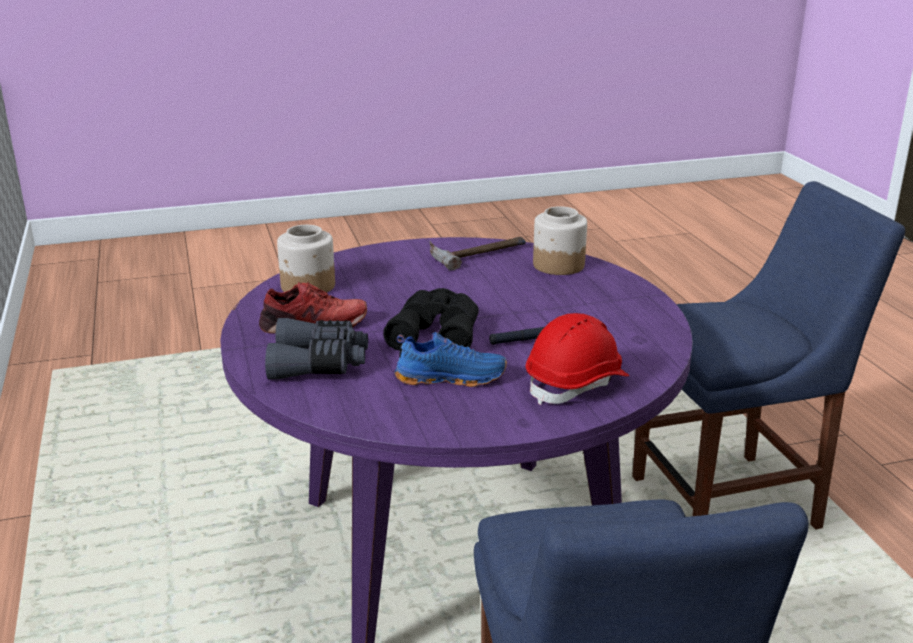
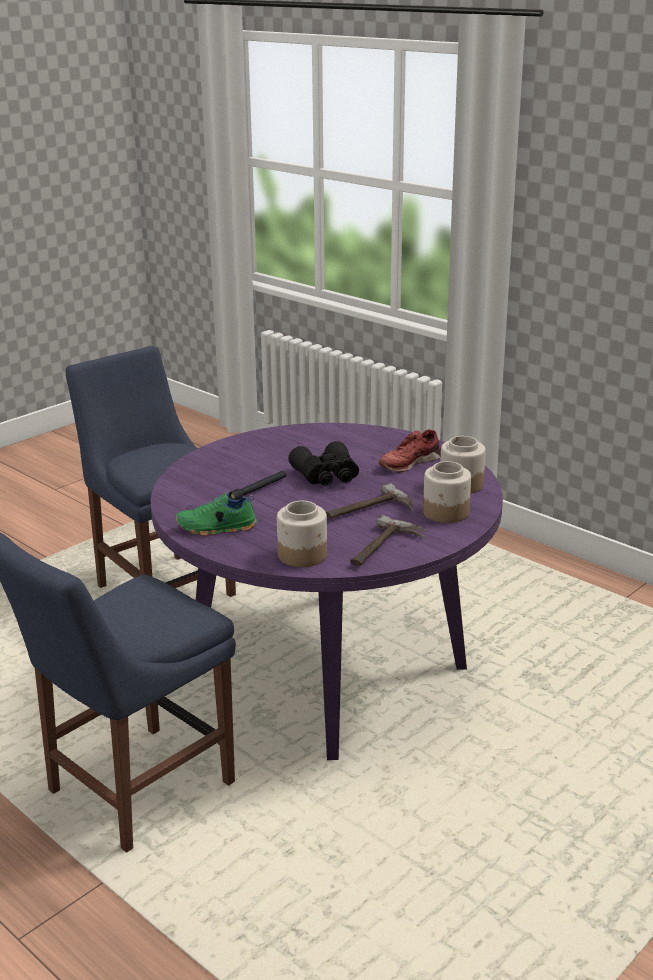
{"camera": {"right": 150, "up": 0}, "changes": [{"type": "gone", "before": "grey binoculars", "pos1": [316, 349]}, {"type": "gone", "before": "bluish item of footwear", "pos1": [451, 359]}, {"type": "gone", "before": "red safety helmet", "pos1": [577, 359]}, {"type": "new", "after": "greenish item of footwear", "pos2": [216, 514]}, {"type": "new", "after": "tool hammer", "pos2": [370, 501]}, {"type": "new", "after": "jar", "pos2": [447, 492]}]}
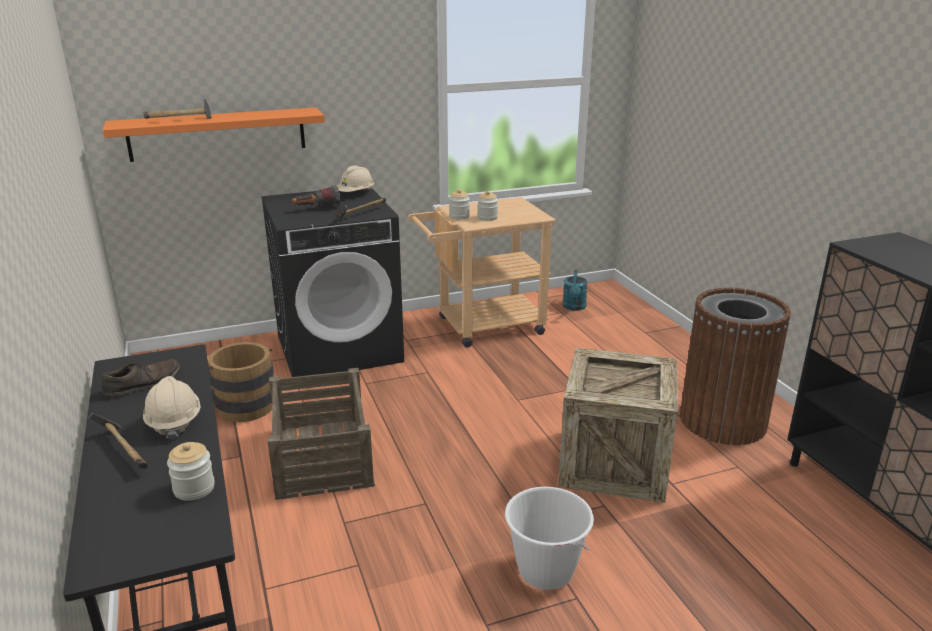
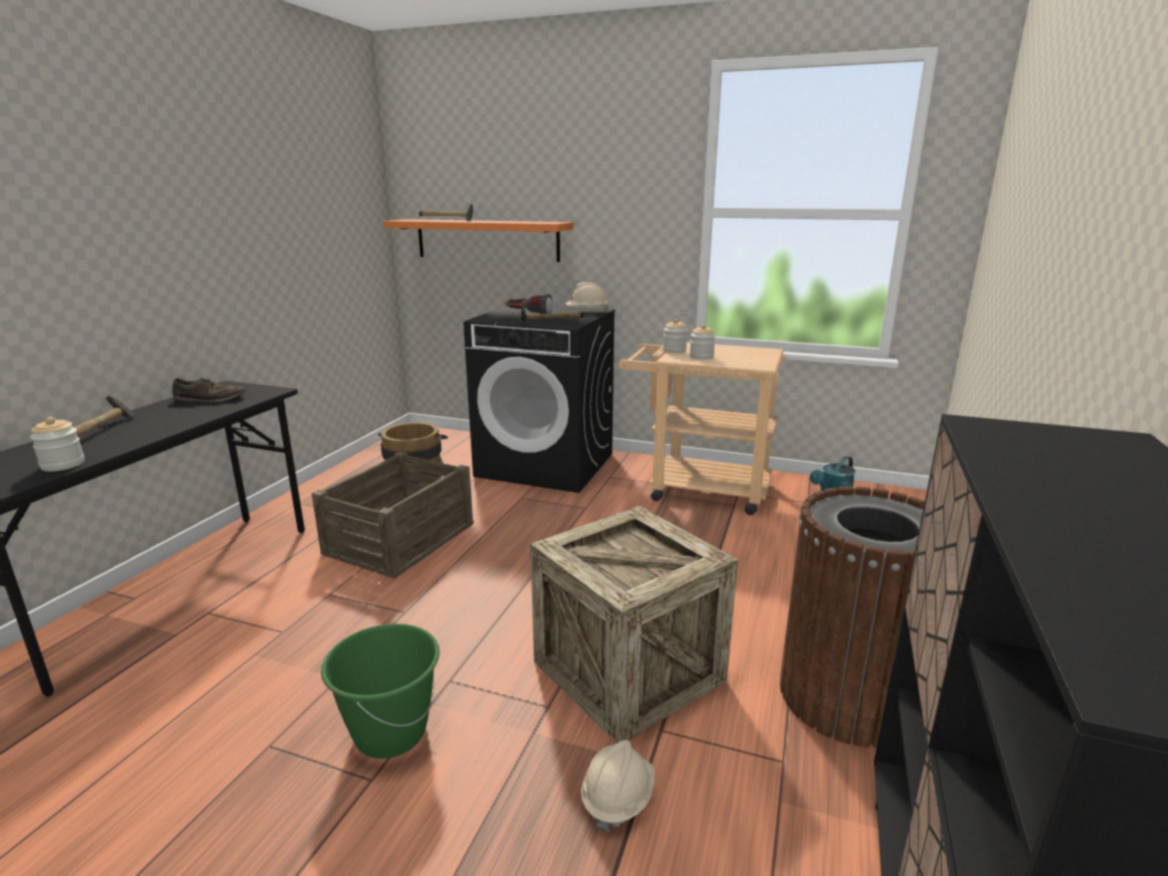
{"camera": {"right": 40, "up": -5}, "changes": [{"type": "shifted", "before": "sand-coloured safety helmet", "pos1": [172, 408], "pos2": [618, 786]}, {"type": "repainted", "before": "whitish water bucket", "after": "greenish water bucket", "pos1": [549, 538], "pos2": [380, 691]}]}
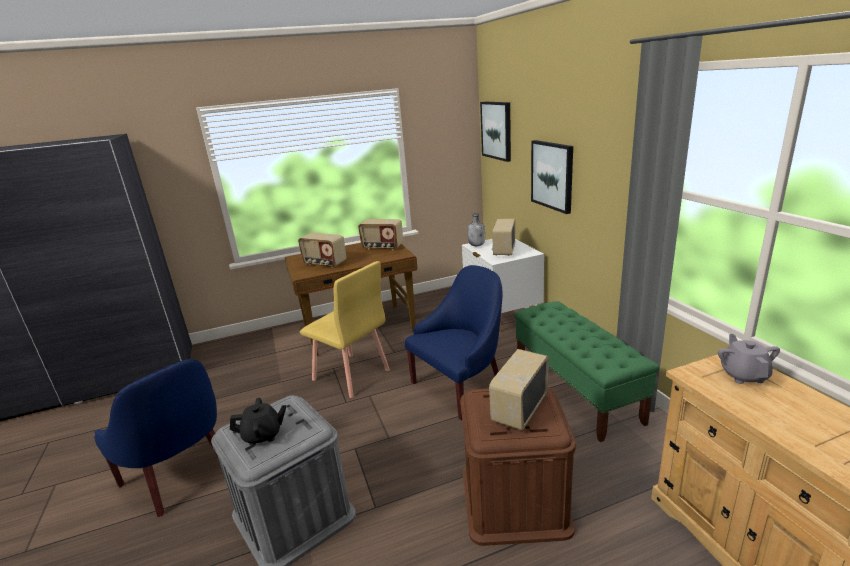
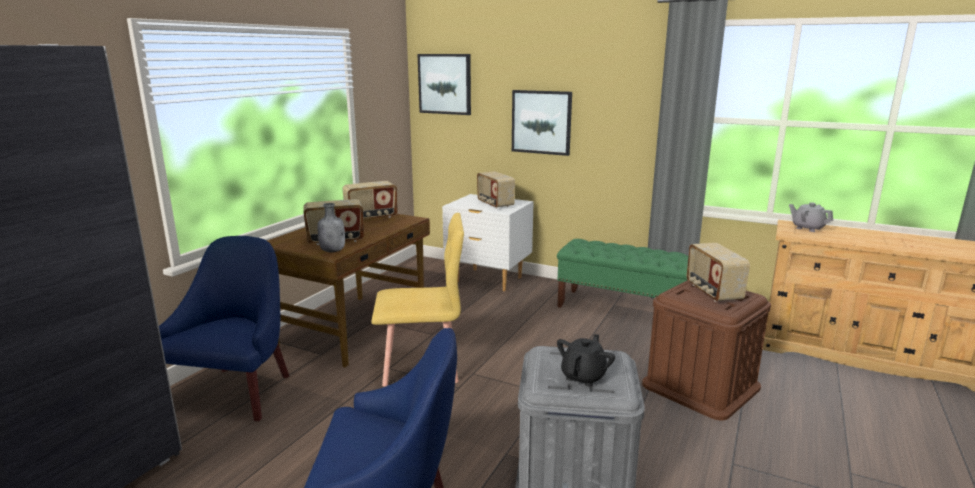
{"camera": {"right": -45, "up": -5}, "changes": [{"type": "shifted", "before": "bluish lounge chair", "pos1": [453, 342], "pos2": [224, 328]}, {"type": "shifted", "before": "grey drink bottle", "pos1": [476, 229], "pos2": [331, 227]}]}
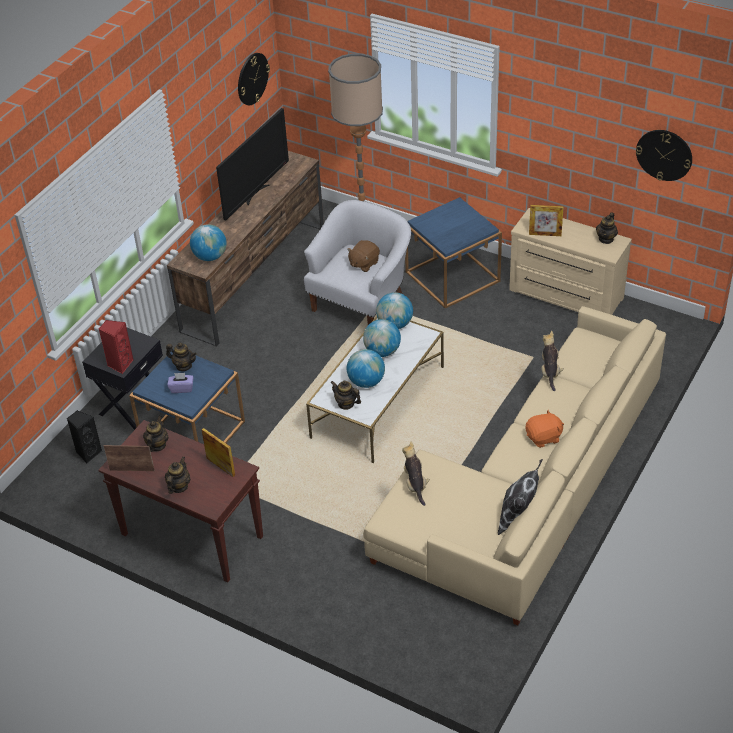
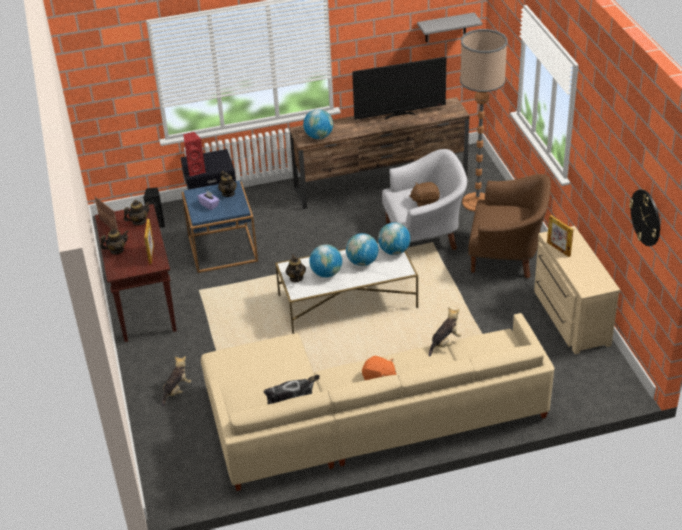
{"camera": {"right": 45, "up": -5}, "changes": [{"type": "gone", "before": "pot for tea", "pos1": [607, 228]}, {"type": "shifted", "before": "plush toy", "pos1": [416, 473], "pos2": [177, 381]}, {"type": "swapped", "before": "hanging clock", "after": "grey shelf", "pos1": [254, 79], "pos2": [450, 27]}, {"type": "swapped", "before": "bluish accent table", "after": "brownish lounge chair", "pos1": [453, 252], "pos2": [509, 226]}]}
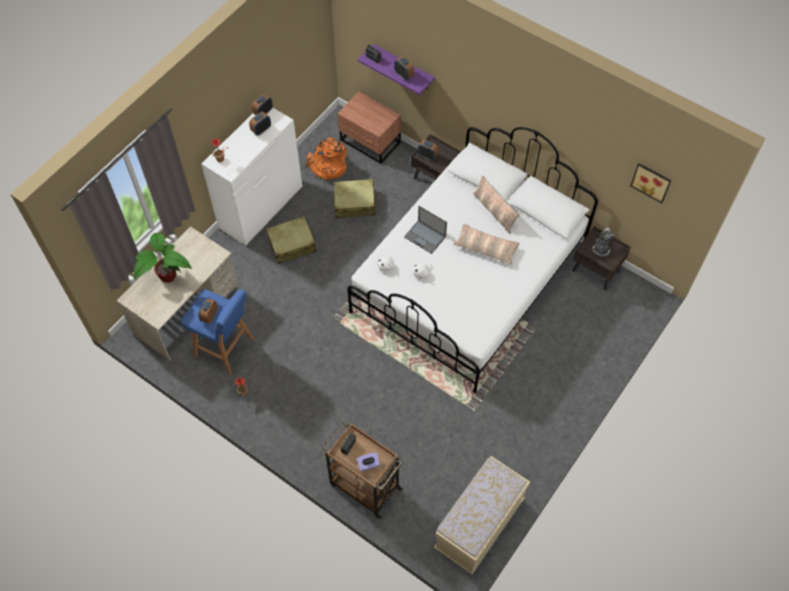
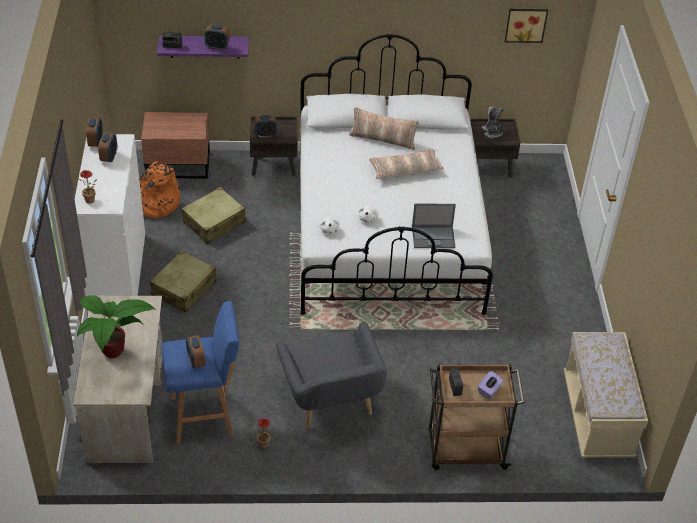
{"camera": {"right": -40, "up": -15}, "changes": [{"type": "new", "after": "grey lounge chair", "pos2": [331, 376]}, {"type": "shifted", "before": "laptop", "pos1": [425, 230], "pos2": [434, 225]}]}
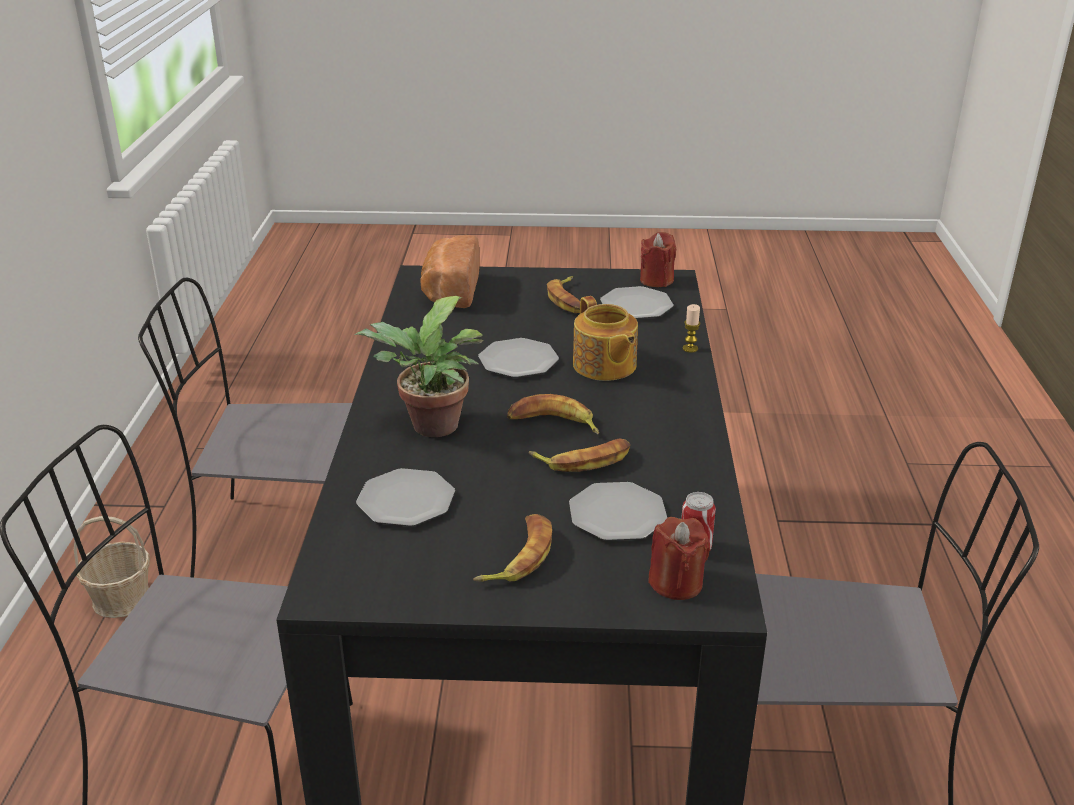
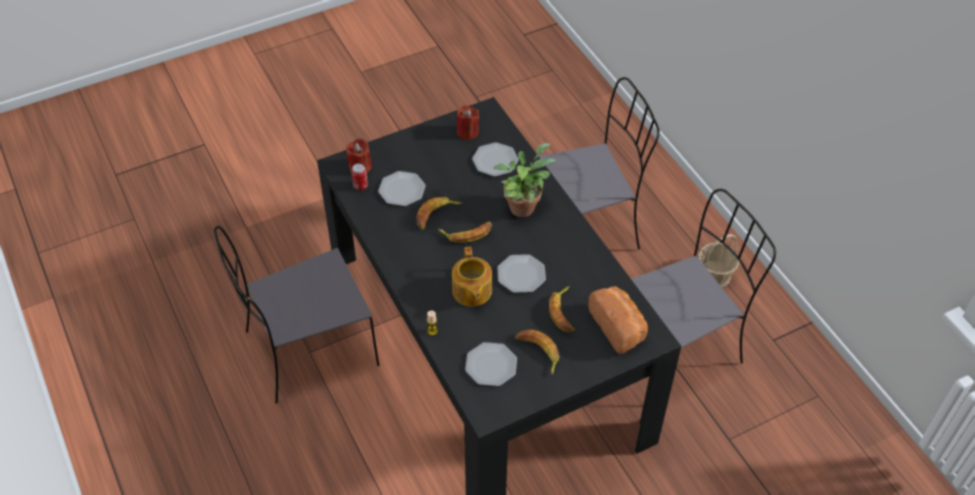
{"camera": {"right": 150, "up": 20}, "changes": [{"type": "shifted", "before": "banana", "pos1": [512, 548], "pos2": [562, 309]}, {"type": "shifted", "before": "red wax candle", "pos1": [658, 259], "pos2": [467, 122]}, {"type": "rotated", "before": "pot for tea", "pos1": [605, 338], "pos2": [472, 277], "turn": -135}]}
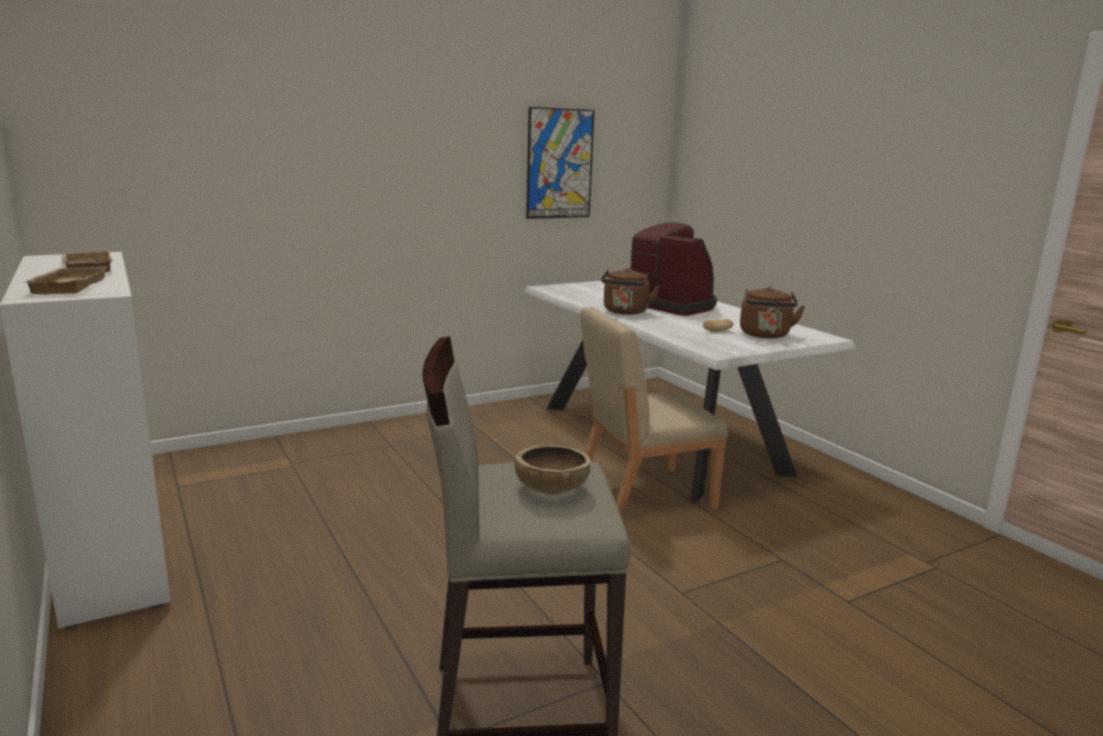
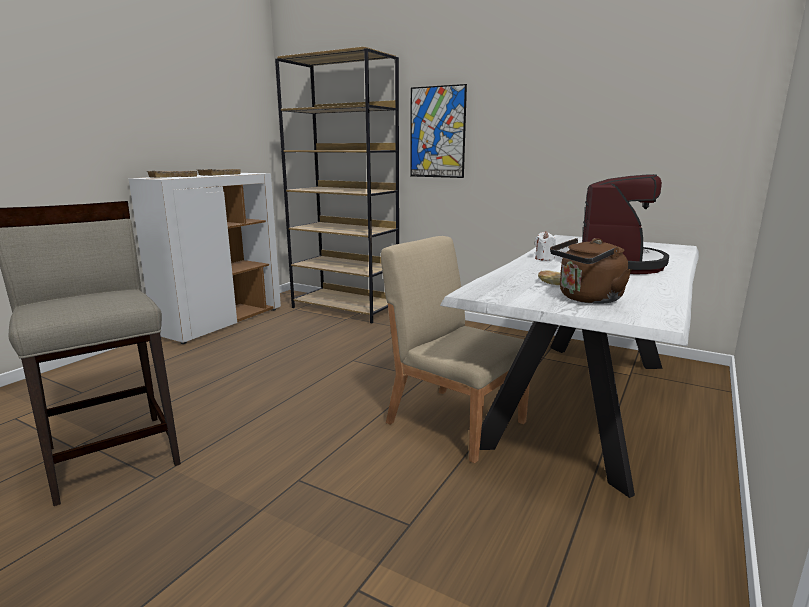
{"camera": {"right": 60, "up": 0}, "changes": [{"type": "gone", "before": "brownish deep dish", "pos1": [552, 470]}, {"type": "new", "after": "brownish bookshelf", "pos2": [337, 185]}, {"type": "shifted", "before": "picture", "pos1": [560, 163], "pos2": [438, 131]}, {"type": "swapped", "before": "brownish kettle", "after": "whitish wax candle", "pos1": [630, 291], "pos2": [545, 246]}]}
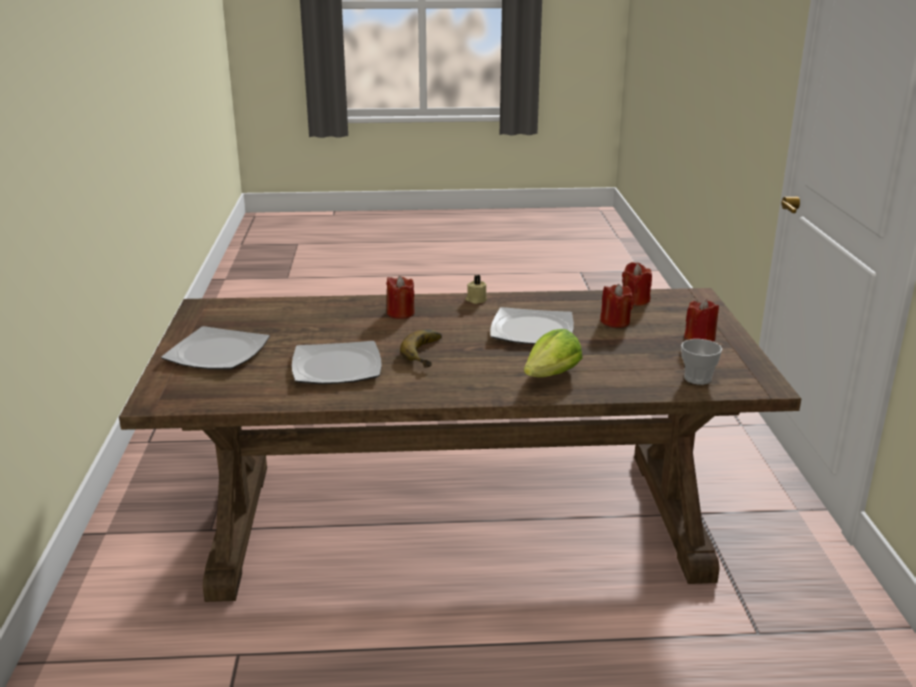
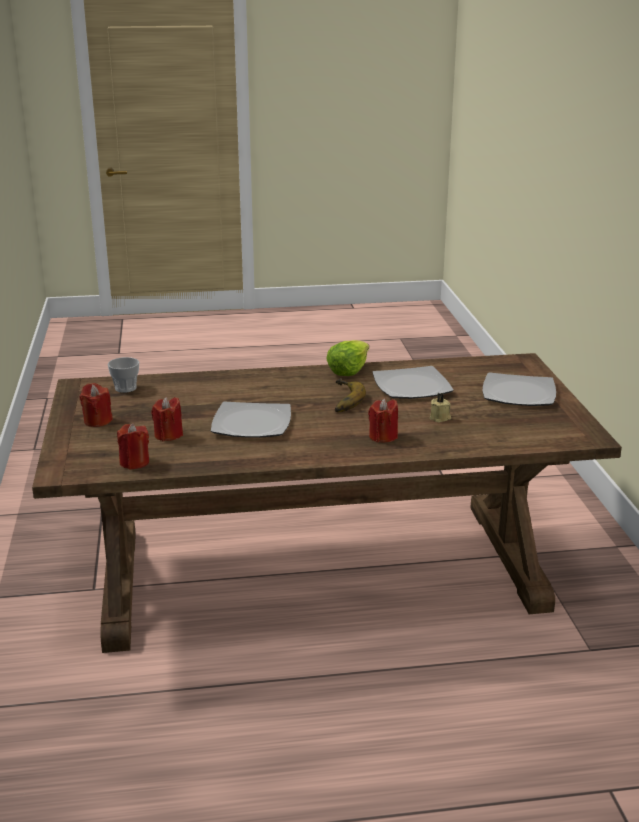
{"camera": {"right": 175, "up": 0}, "changes": [{"type": "shifted", "before": "sand-coloured wax candle", "pos1": [476, 289], "pos2": [440, 408]}, {"type": "shifted", "before": "lettuce head", "pos1": [553, 353], "pos2": [348, 358]}]}
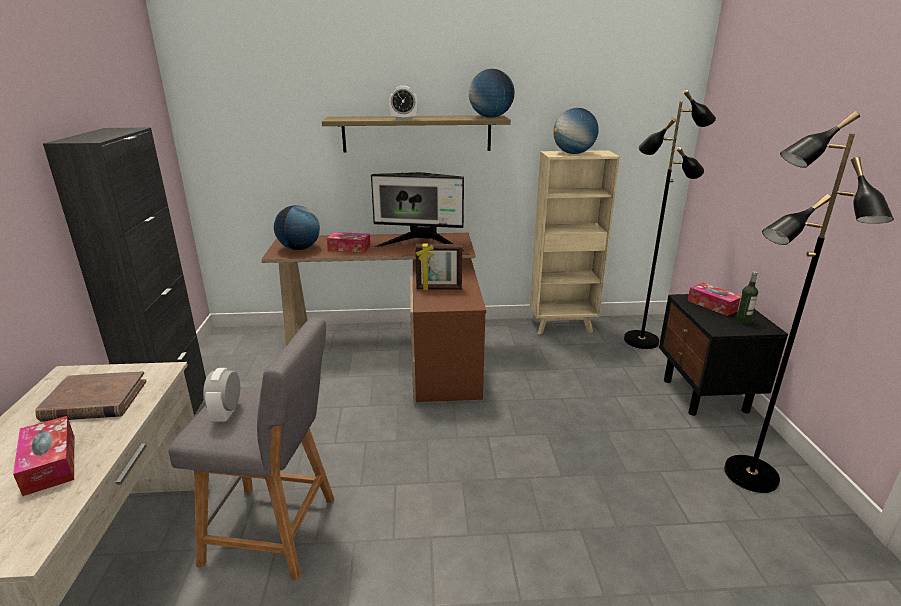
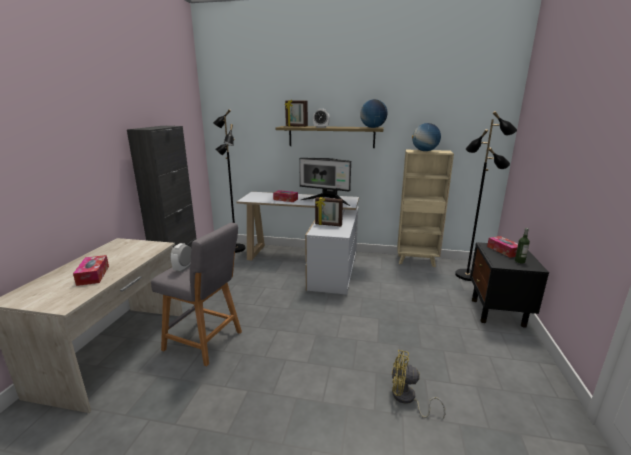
{"camera": {"right": 15, "up": -5}, "changes": [{"type": "gone", "before": "brownish bound book", "pos1": [91, 396]}, {"type": "gone", "before": "globe", "pos1": [297, 227]}, {"type": "new", "after": "photo frame", "pos2": [296, 113]}, {"type": "new", "after": "yellow-coloured cooling fan", "pos2": [419, 384]}, {"type": "shifted", "before": "blackish standard lamp", "pos1": [809, 302], "pos2": [229, 181]}, {"type": "repainted", "before": "brownish desk", "after": "whitish desk", "pos1": [373, 318], "pos2": [297, 243]}]}
